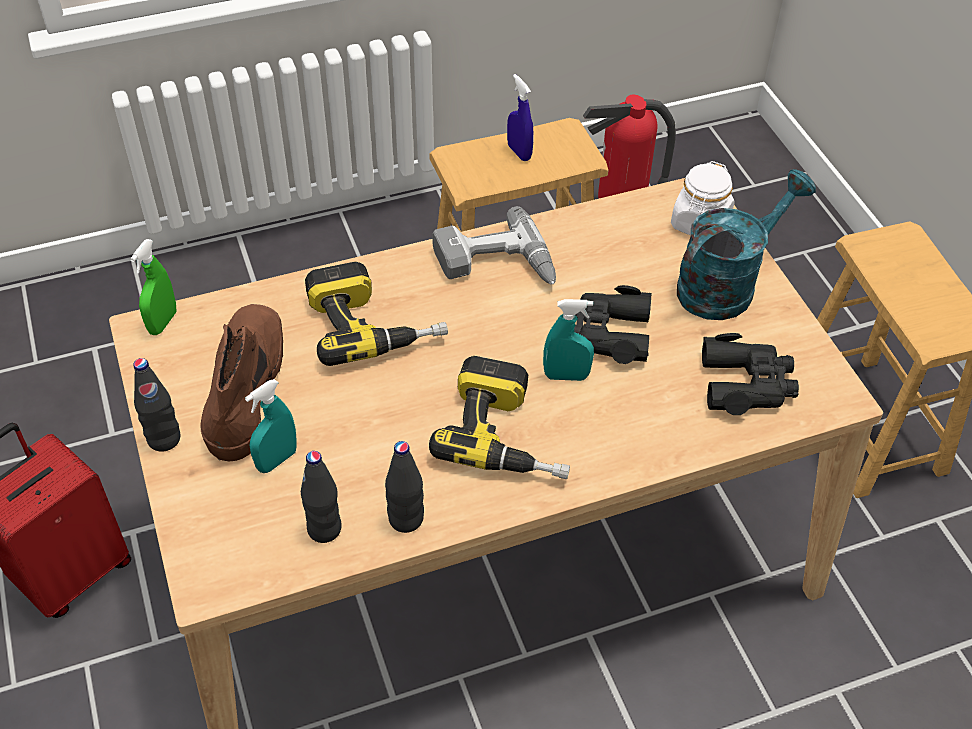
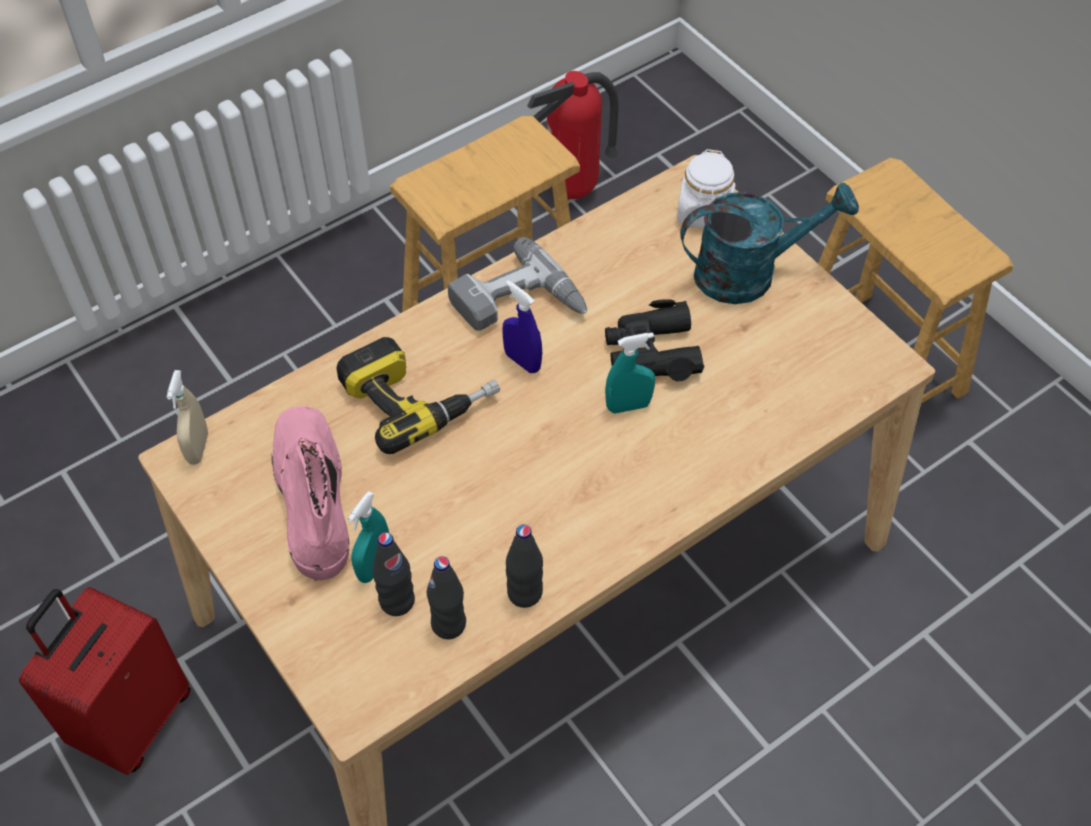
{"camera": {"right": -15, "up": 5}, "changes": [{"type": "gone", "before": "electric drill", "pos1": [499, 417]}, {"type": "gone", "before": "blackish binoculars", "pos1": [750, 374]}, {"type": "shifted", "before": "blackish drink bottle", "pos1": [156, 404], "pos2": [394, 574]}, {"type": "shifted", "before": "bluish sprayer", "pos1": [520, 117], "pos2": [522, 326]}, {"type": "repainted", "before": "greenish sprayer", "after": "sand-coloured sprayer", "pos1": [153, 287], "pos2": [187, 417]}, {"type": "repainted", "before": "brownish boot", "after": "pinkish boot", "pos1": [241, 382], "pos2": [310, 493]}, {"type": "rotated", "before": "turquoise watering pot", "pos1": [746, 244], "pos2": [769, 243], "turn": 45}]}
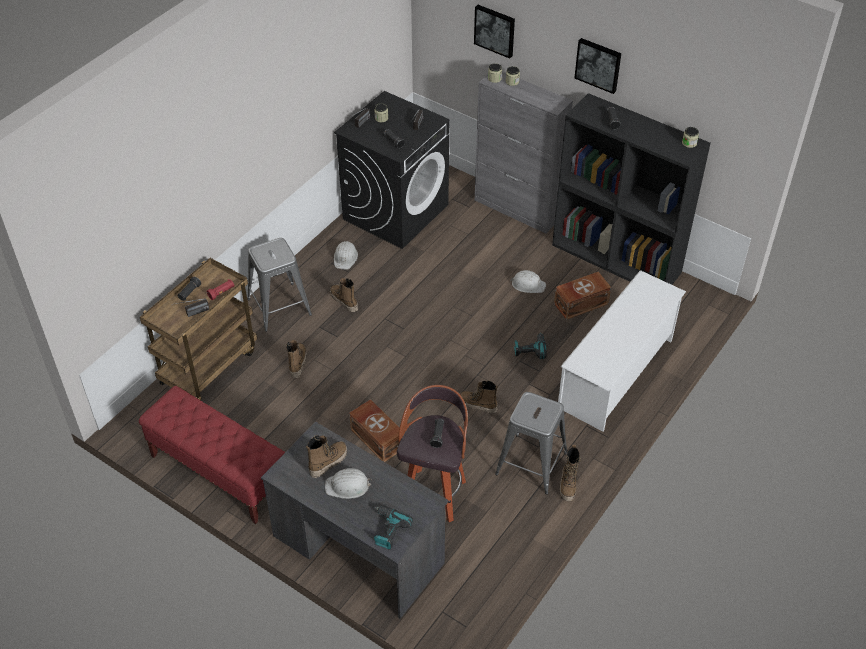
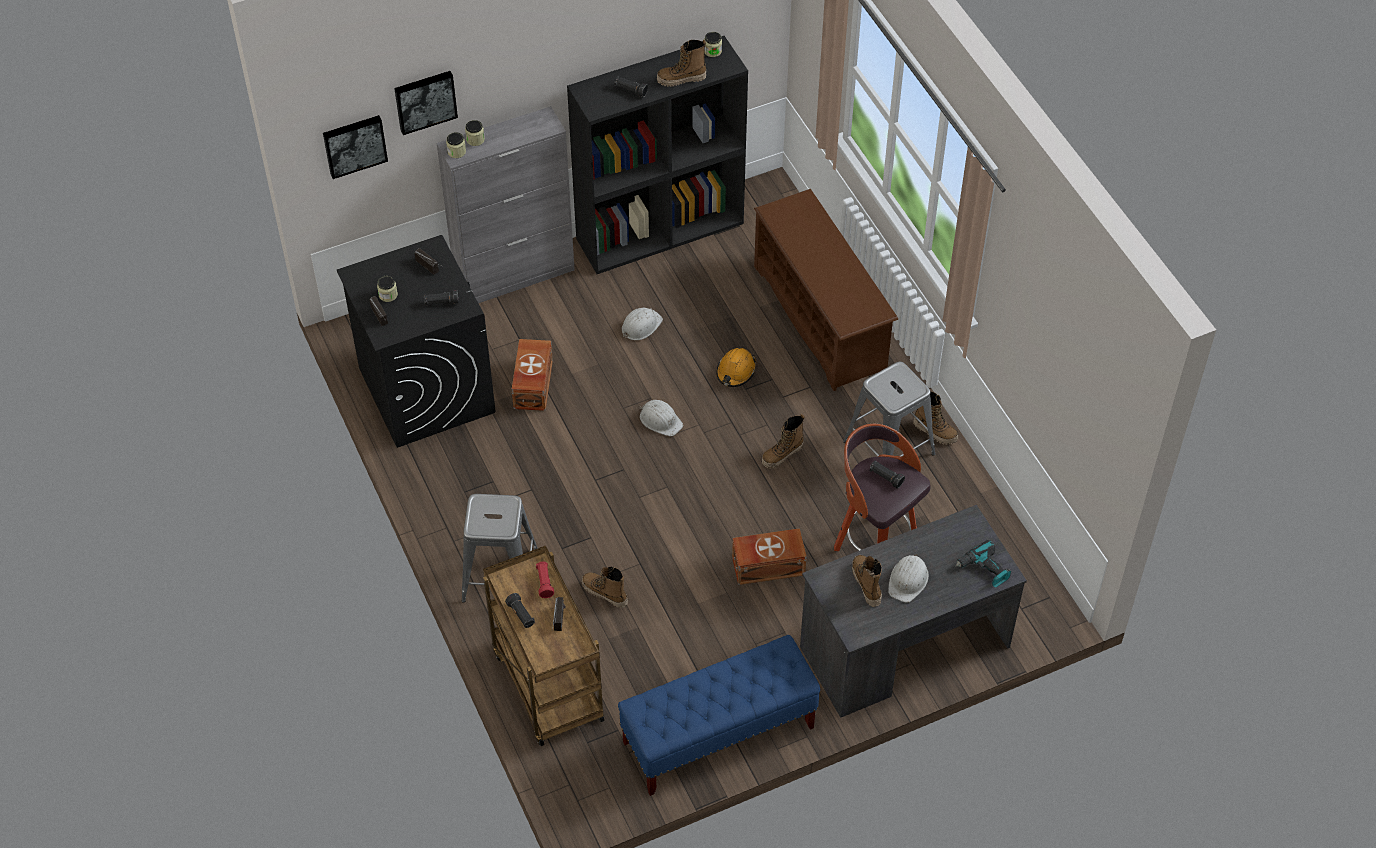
{"camera": {"right": -60, "up": 5}, "changes": [{"type": "shifted", "before": "boot", "pos1": [344, 295], "pos2": [681, 63]}, {"type": "shifted", "before": "whitish safety helmet", "pos1": [346, 255], "pos2": [661, 418]}, {"type": "shifted", "before": "brownish storage bin", "pos1": [582, 296], "pos2": [532, 375]}, {"type": "shifted", "before": "picture", "pos1": [597, 66], "pos2": [355, 147]}, {"type": "swapped", "before": "electric drill", "after": "orange-coloured safety helmet", "pos1": [530, 345], "pos2": [736, 367]}, {"type": "repainted", "before": "red indoor bench", "after": "bluish indoor bench", "pos1": [212, 455], "pos2": [719, 715]}, {"type": "repainted", "before": "whitish shoe rack", "after": "brownish shoe rack", "pos1": [622, 351], "pos2": [826, 290]}]}
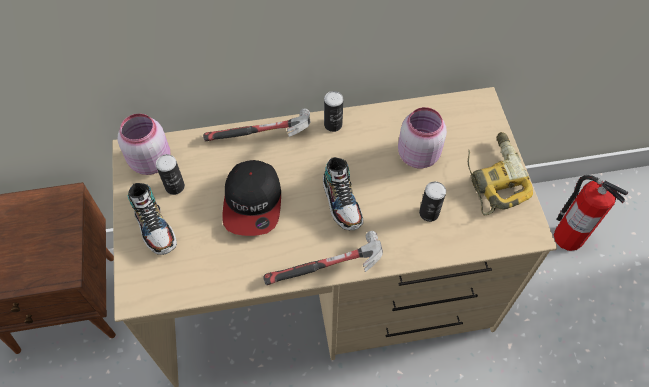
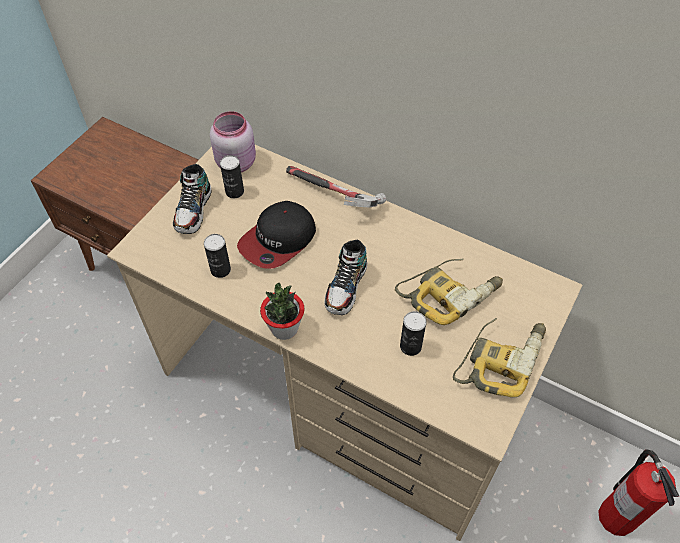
{"camera": {"right": 40, "up": -5}, "changes": [{"type": "shifted", "before": "sealed can", "pos1": [333, 111], "pos2": [217, 256]}, {"type": "swapped", "before": "tool hammer", "after": "houseplant", "pos1": [323, 258], "pos2": [282, 311]}, {"type": "swapped", "before": "pinkish jar", "after": "electric drill", "pos1": [422, 137], "pos2": [449, 292]}]}
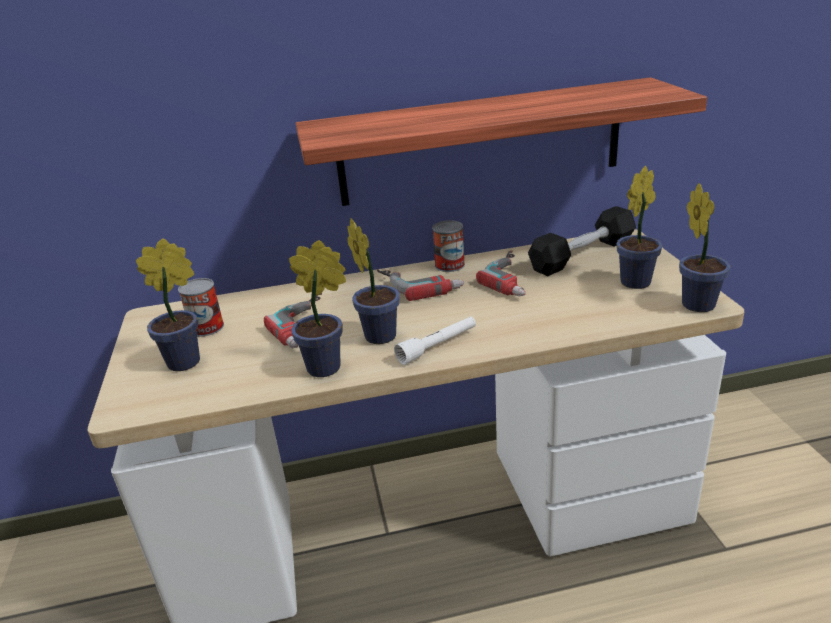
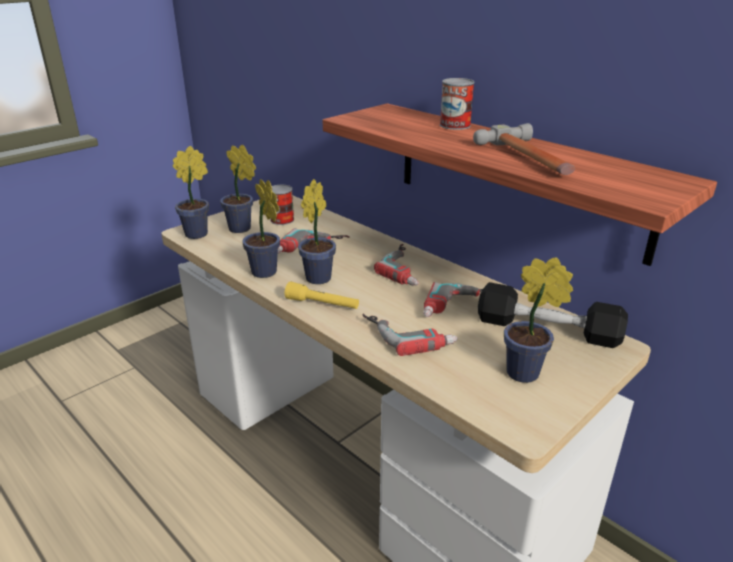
{"camera": {"right": 55, "up": 0}, "changes": [{"type": "new", "after": "electric drill", "pos2": [410, 335]}, {"type": "new", "after": "tool hammer", "pos2": [524, 149]}, {"type": "shifted", "before": "sealed can", "pos1": [448, 246], "pos2": [457, 104]}, {"type": "shifted", "before": "houseplant", "pos1": [704, 247], "pos2": [190, 192]}, {"type": "repainted", "before": "whitish flashlight", "after": "yellow-coloured flashlight", "pos1": [435, 340], "pos2": [322, 295]}]}
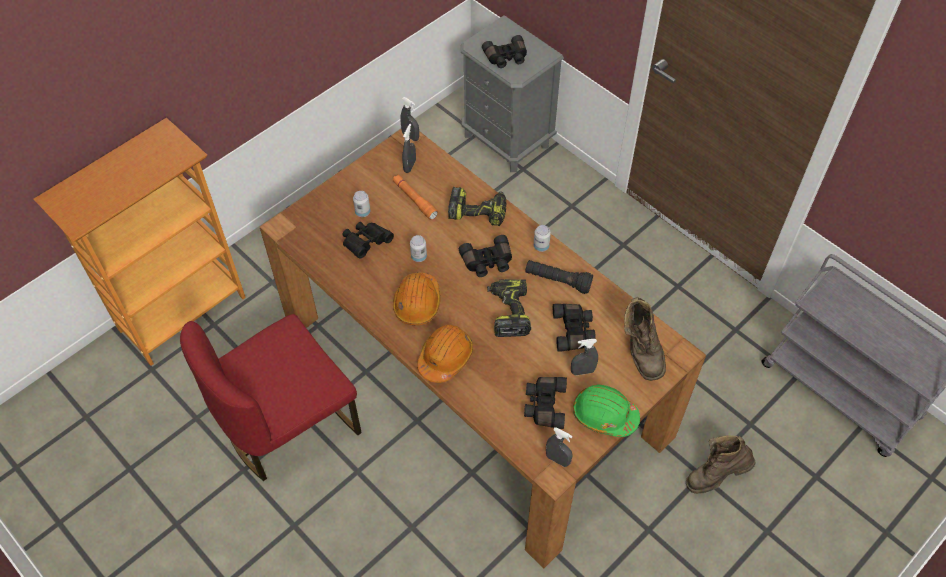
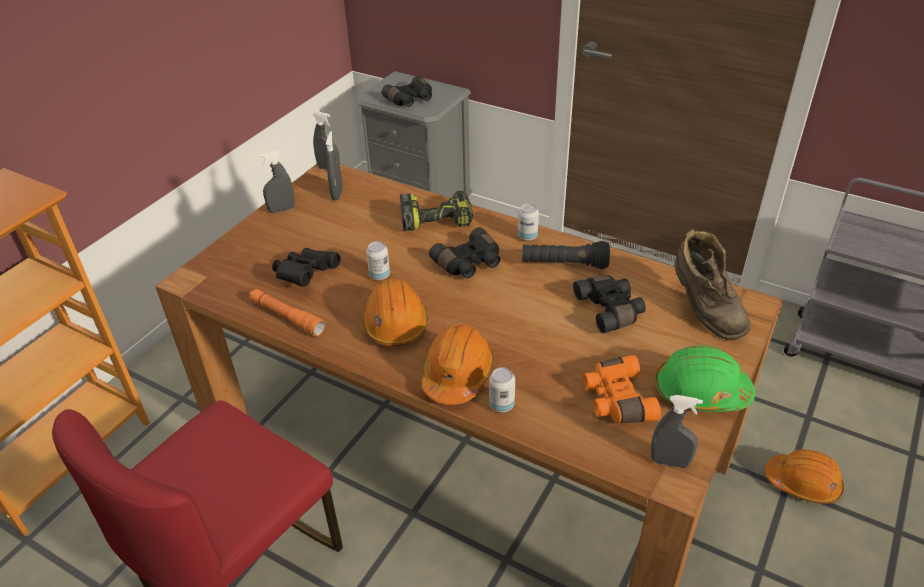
{"camera": {"right": -15, "up": -15}, "changes": [{"type": "gone", "before": "electric drill", "pos1": [509, 308]}, {"type": "shifted", "before": "sealed can", "pos1": [361, 204], "pos2": [502, 389]}, {"type": "shifted", "before": "orange-coloured flashlight", "pos1": [415, 197], "pos2": [287, 312]}, {"type": "shifted", "before": "grey sprayer", "pos1": [584, 357], "pos2": [277, 181]}, {"type": "swapped", "before": "brownish boot", "after": "orange-coloured safety helmet", "pos1": [721, 464], "pos2": [804, 476]}, {"type": "repainted", "before": "blackish binoculars", "after": "orange-coloured binoculars", "pos1": [545, 403], "pos2": [622, 389]}]}
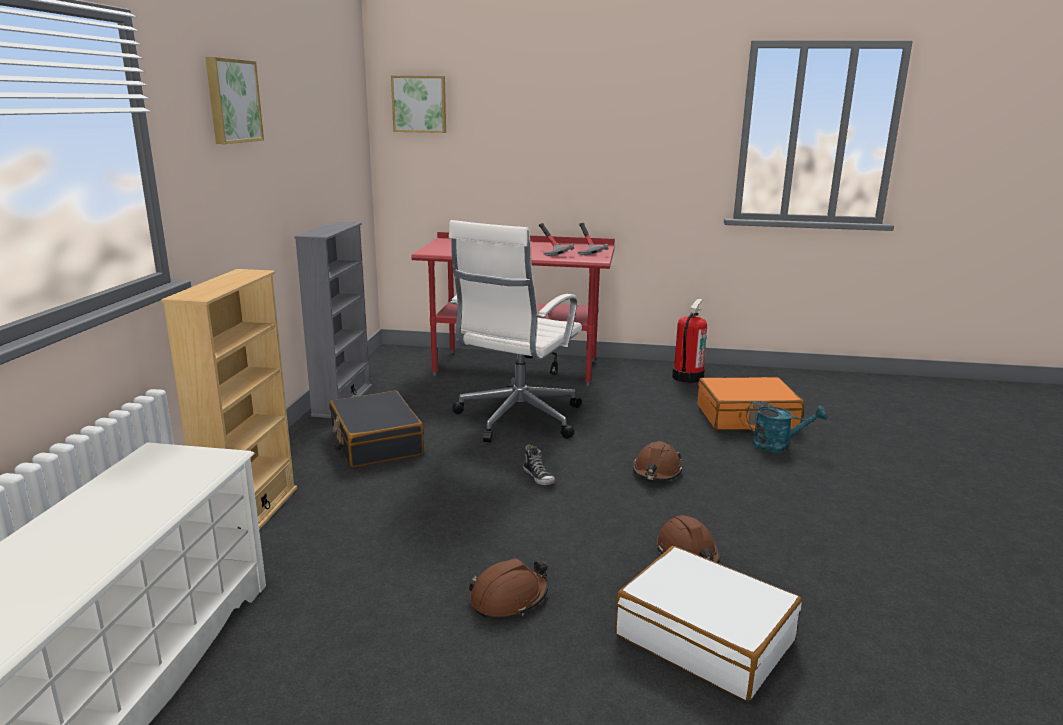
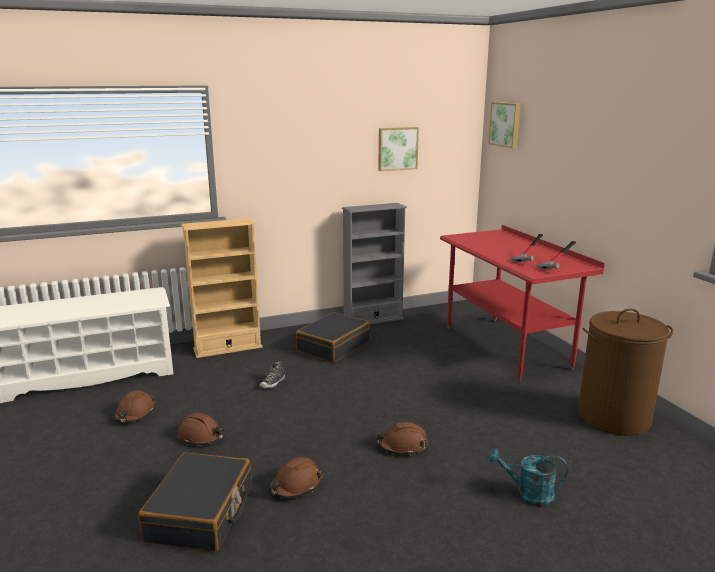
{"camera": {"right": 60, "up": 0}, "changes": [{"type": "gone", "before": "whitish desk chair", "pos1": [515, 331]}, {"type": "gone", "before": "orange-coloured piece of luggage", "pos1": [750, 404]}, {"type": "new", "after": "brownish safety helmet", "pos2": [134, 406]}, {"type": "shifted", "before": "picture", "pos1": [234, 100], "pos2": [398, 149]}, {"type": "shifted", "before": "item of footwear", "pos1": [539, 464], "pos2": [272, 375]}, {"type": "swapped", "before": "extinguisher", "after": "brownish laundry basket", "pos1": [689, 341], "pos2": [625, 372]}, {"type": "repainted", "before": "whitish piece of luggage", "after": "blackish piece of luggage", "pos1": [708, 623], "pos2": [195, 502]}, {"type": "rotated", "before": "turquoise watering pot", "pos1": [787, 427], "pos2": [527, 477], "turn": 120}]}
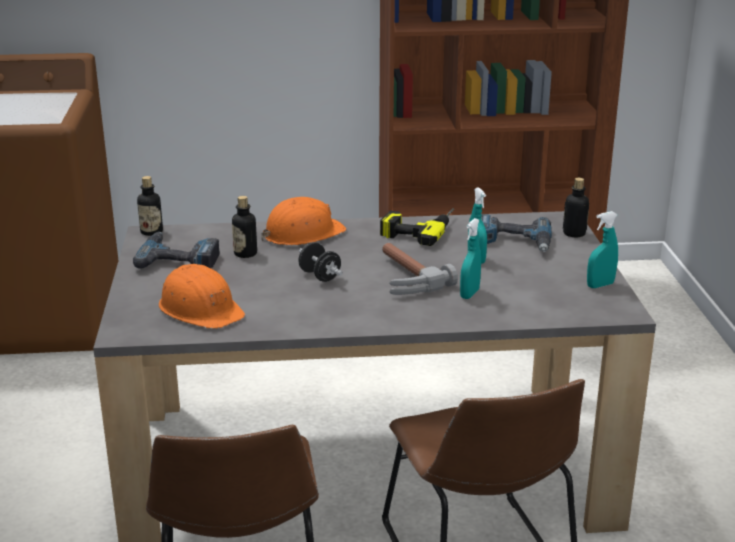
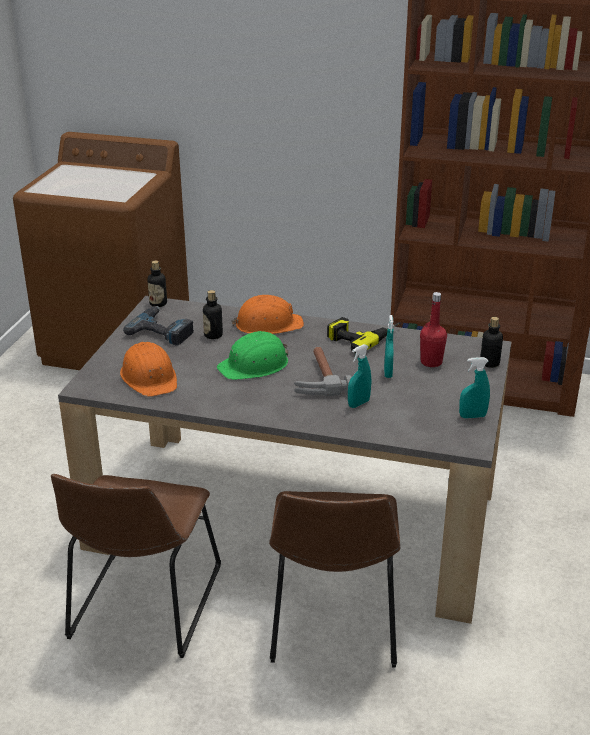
{"camera": {"right": 20, "up": 5}, "changes": [{"type": "swapped", "before": "blackish dumbbell", "after": "greenish safety helmet", "pos1": [321, 262], "pos2": [252, 355]}, {"type": "swapped", "before": "electric drill", "after": "red drink bottle", "pos1": [516, 233], "pos2": [433, 329]}]}
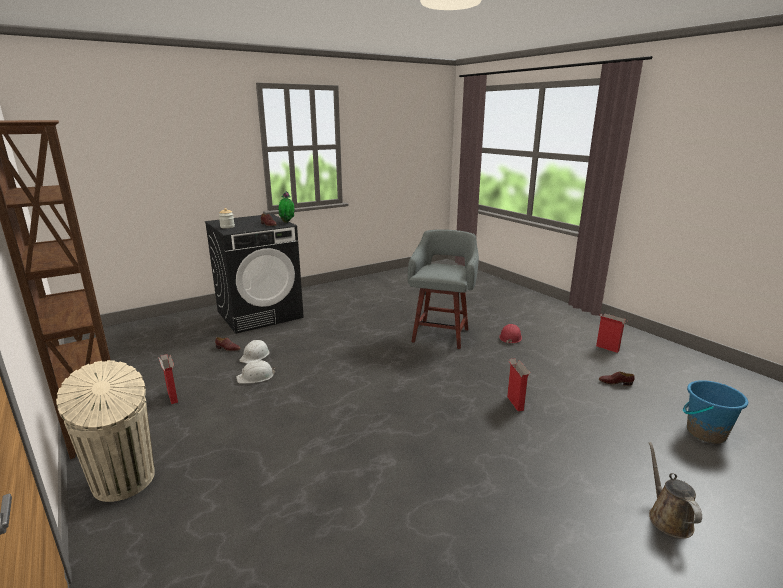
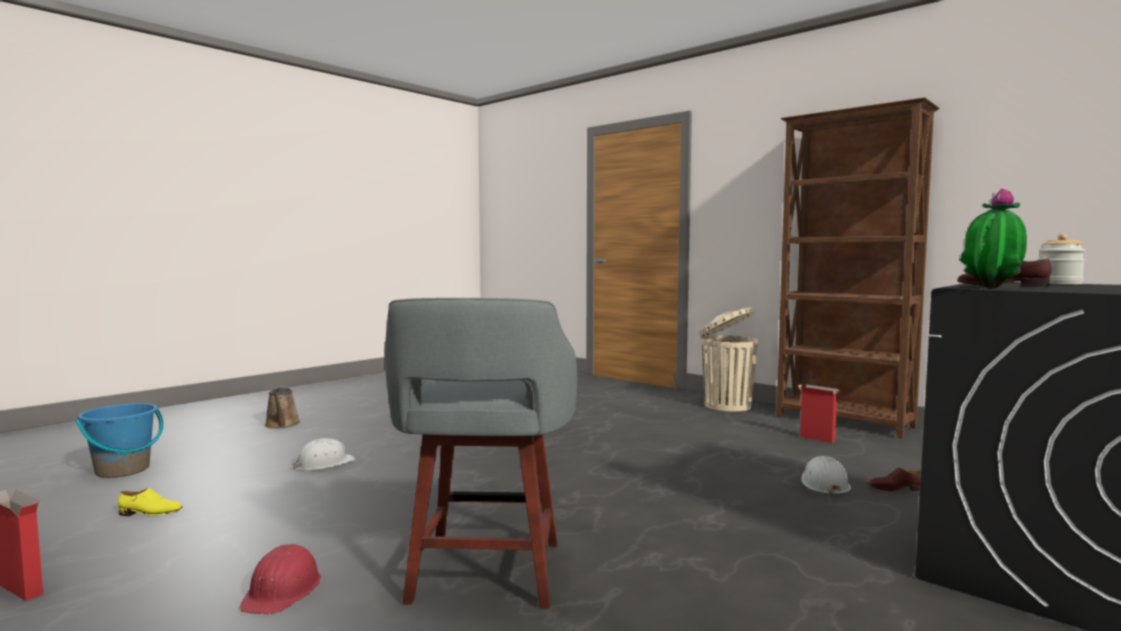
{"camera": {"right": 165, "up": -15}, "changes": [{"type": "gone", "before": "cardboard box", "pos1": [518, 385]}, {"type": "shifted", "before": "whitish safety helmet", "pos1": [255, 371], "pos2": [324, 454]}, {"type": "repainted", "before": "brownish item of footwear", "after": "yellow-coloured item of footwear", "pos1": [617, 378], "pos2": [150, 502]}]}
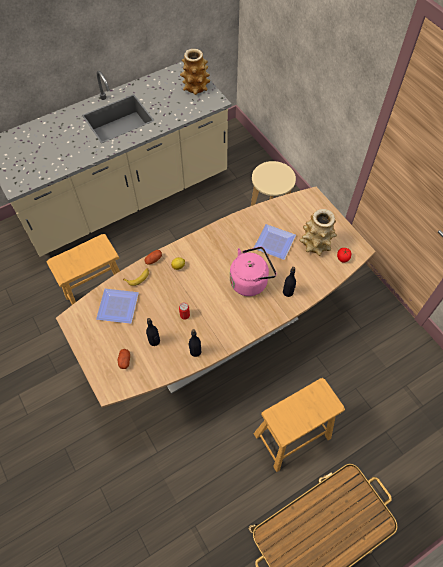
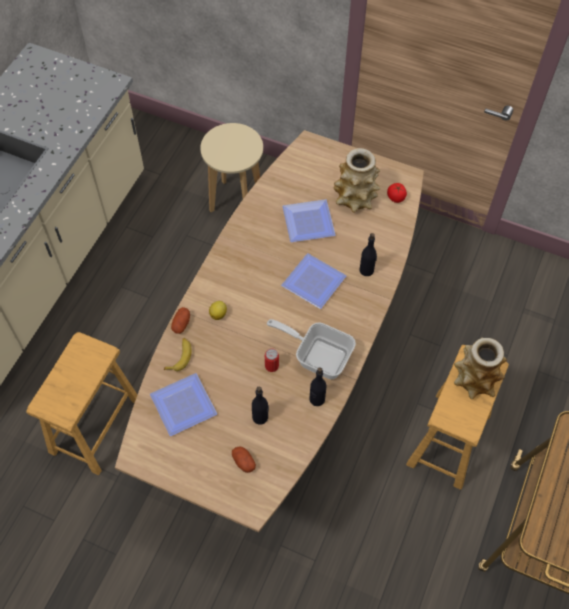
{"camera": {"right": -35, "up": 0}, "changes": [{"type": "new", "after": "pan", "pos2": [311, 349]}, {"type": "shifted", "before": "decorative vase", "pos1": [195, 72], "pos2": [480, 368]}, {"type": "swapped", "before": "pinkish kettle", "after": "dinner plate", "pos1": [253, 271], "pos2": [313, 281]}]}
